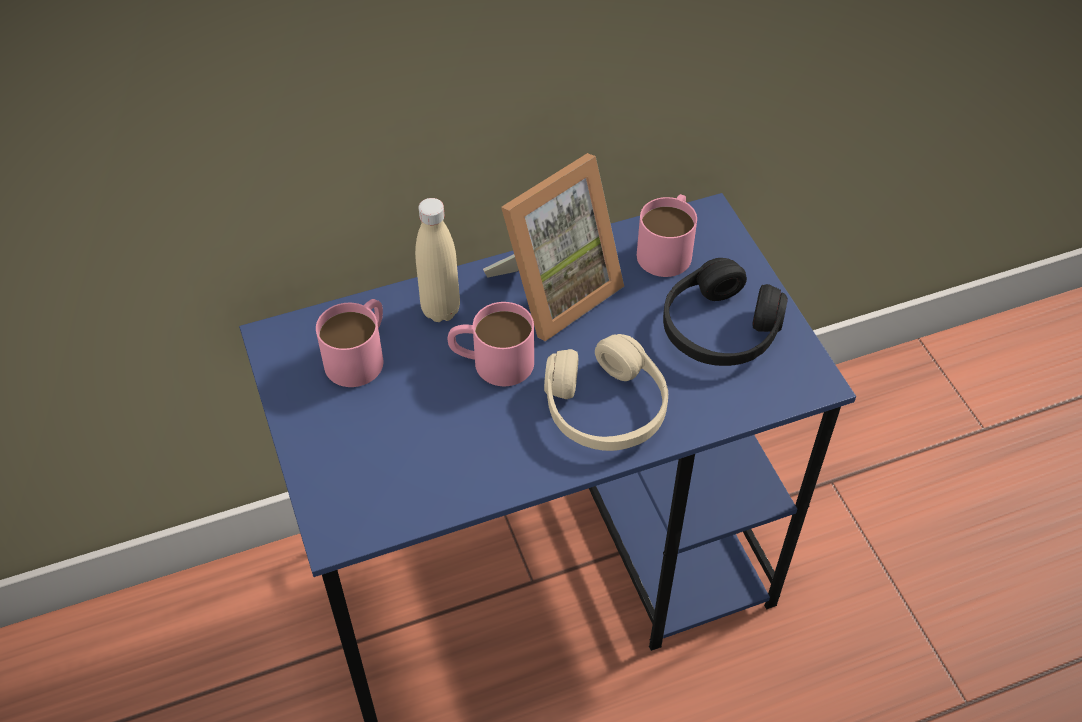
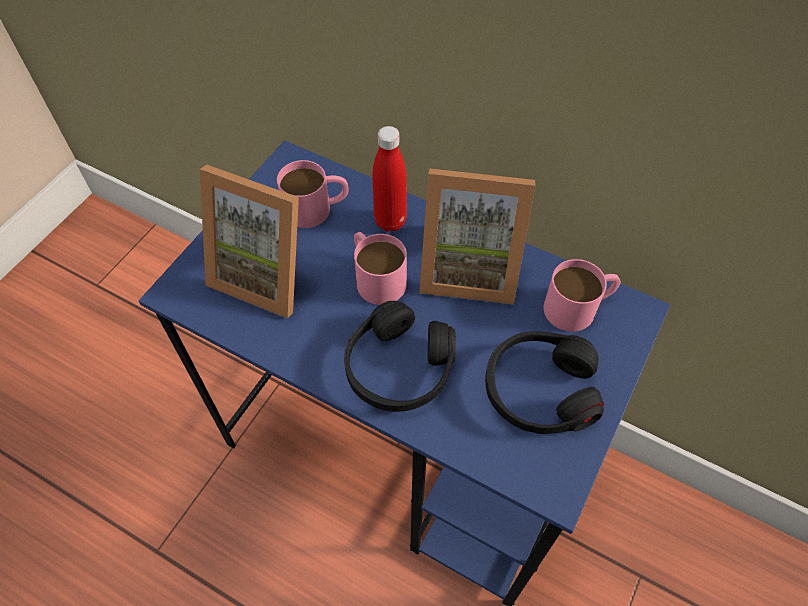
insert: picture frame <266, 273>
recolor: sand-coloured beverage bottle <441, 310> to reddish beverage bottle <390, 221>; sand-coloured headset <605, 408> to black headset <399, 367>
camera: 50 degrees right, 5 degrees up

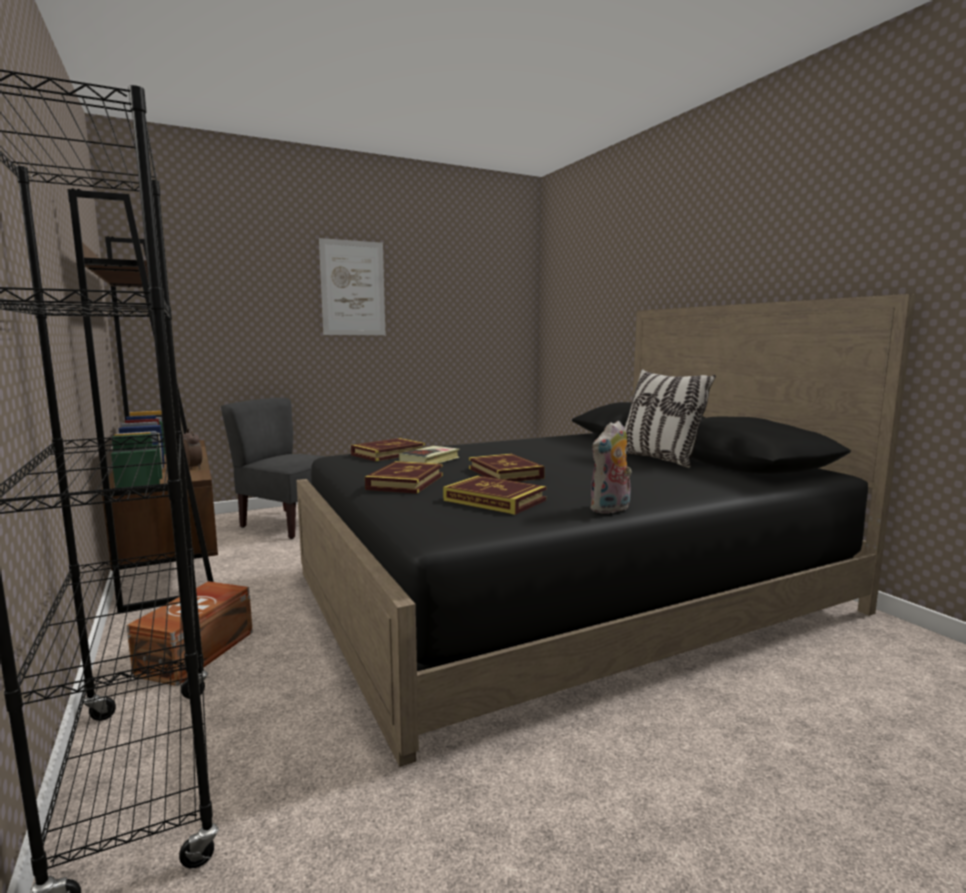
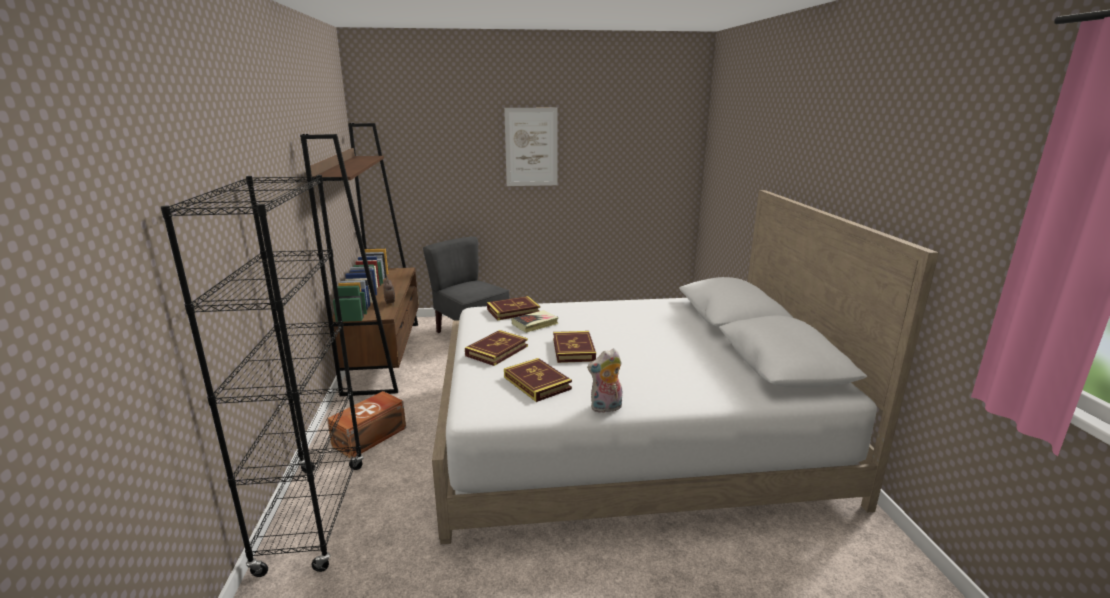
delete: pillow <658, 459>
recolor: black bedroom bed <566, 591> to white bedroom bed <629, 436>
camera: 20 degrees right, 10 degrees up

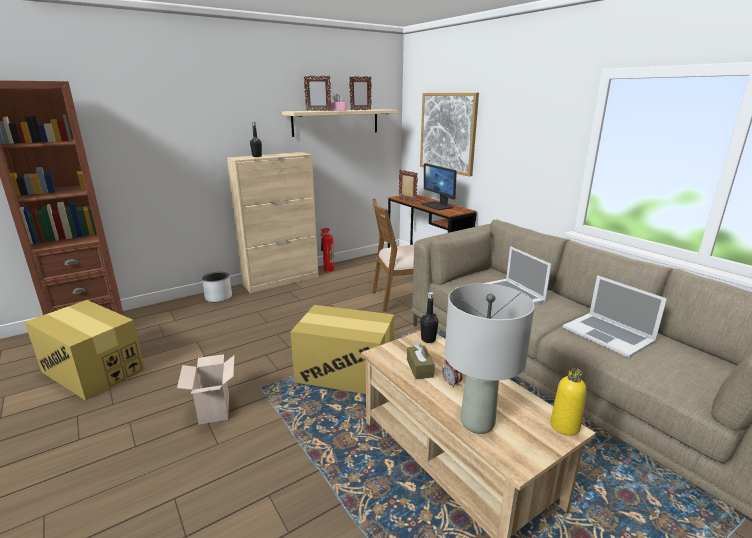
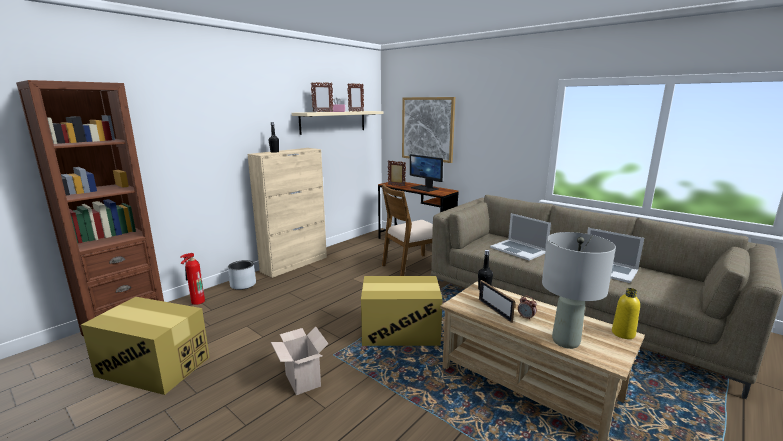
move: fire-fighting cylinder <327, 270> to <196, 302>
replace: brownish tissue holder <419, 368> to picture frame <494, 310>
camera: 15 degrees left, 5 degrees down

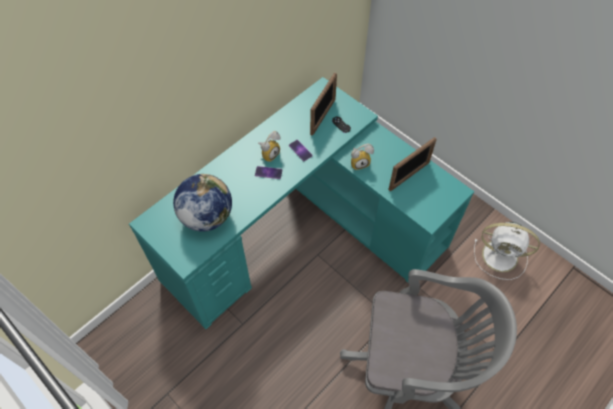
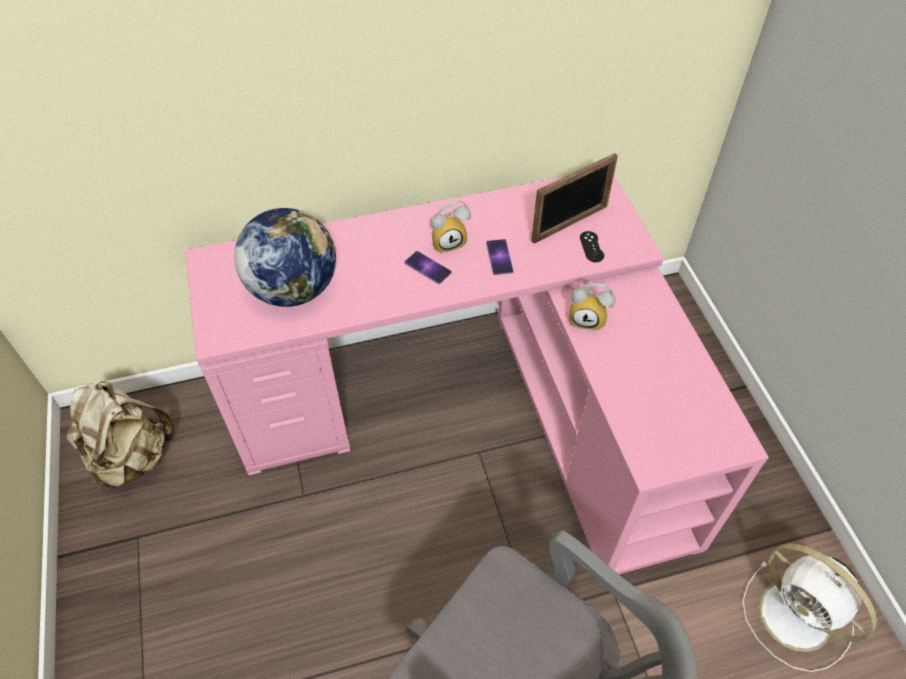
delete: picture frame <409, 176>
insert: sand-coloured rucksack <132, 457>
recolor: blue-green desk unit <304, 231> to pink desk unit <481, 407>
camera: 30 degrees right, 5 degrees down

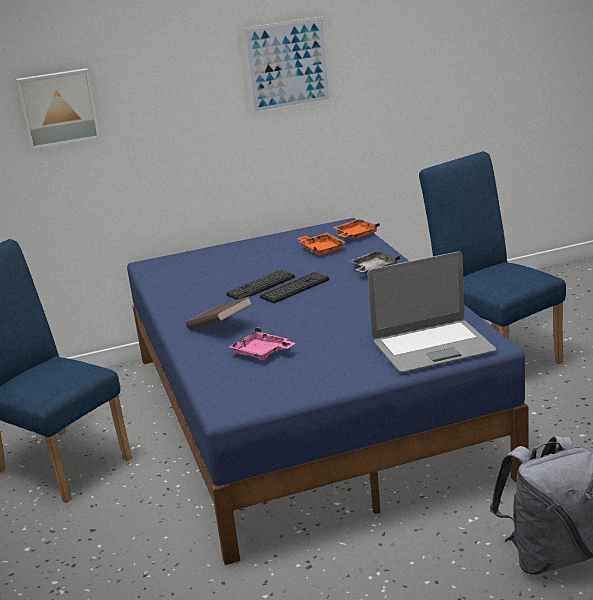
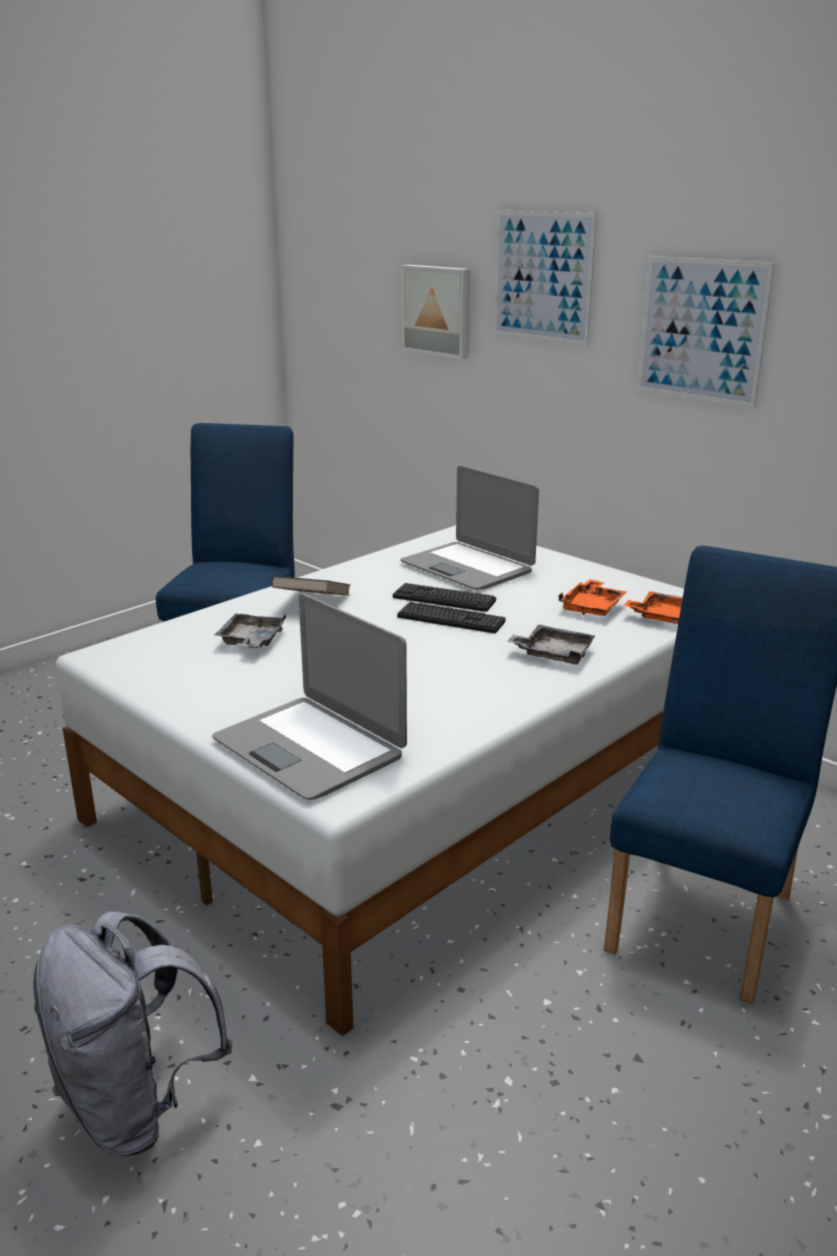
insert: laptop <467, 567>; wall art <542, 277>
recolor: bluish bedroom bed <309, 411> to white bedroom bed <419, 785>; pink tray <262, 353> to gray tray <251, 641>
camera: 60 degrees right, 0 degrees up

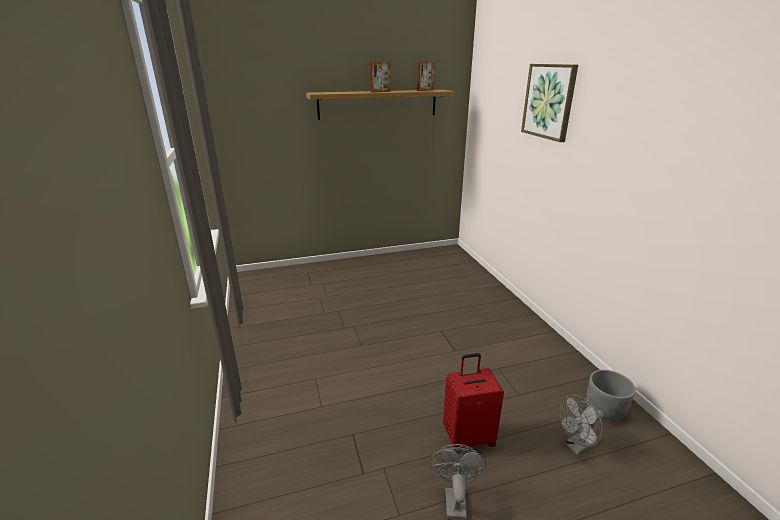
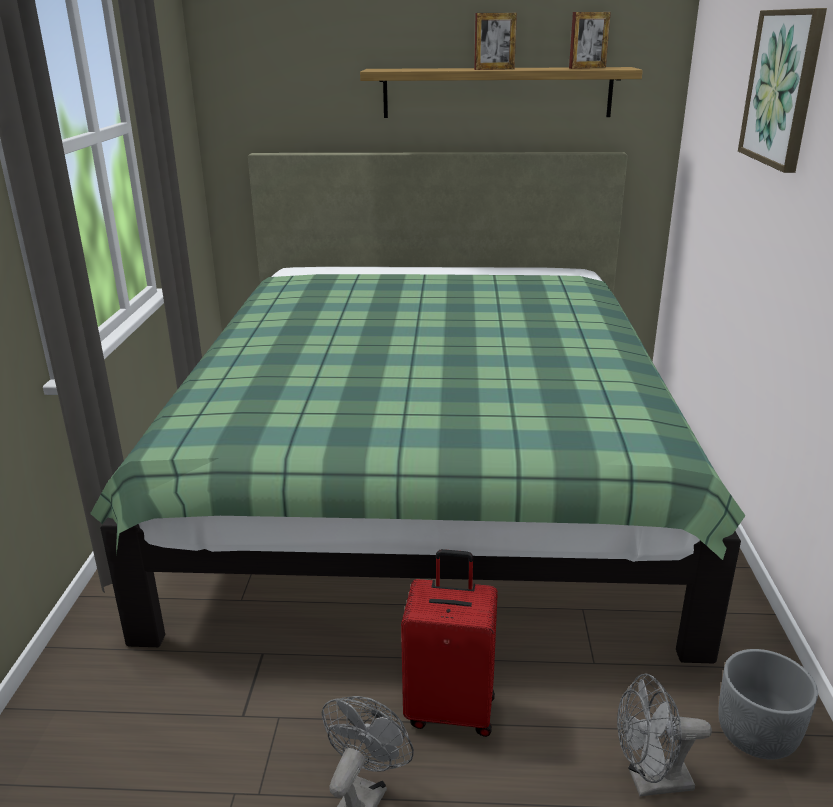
insert: green-coloured bedroom bed <426, 479>
camera: 20 degrees right, 0 degrees up

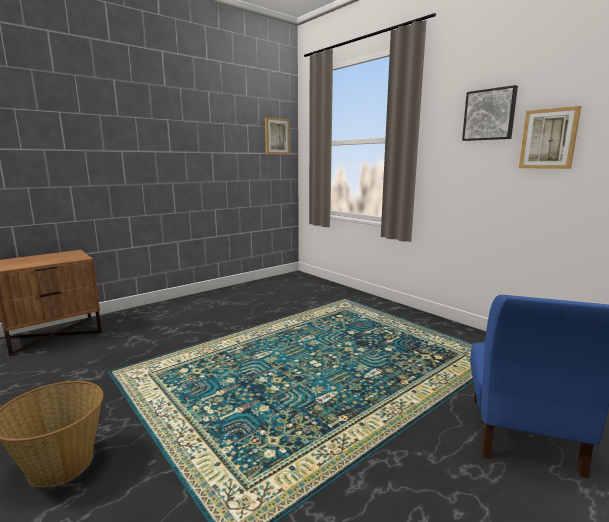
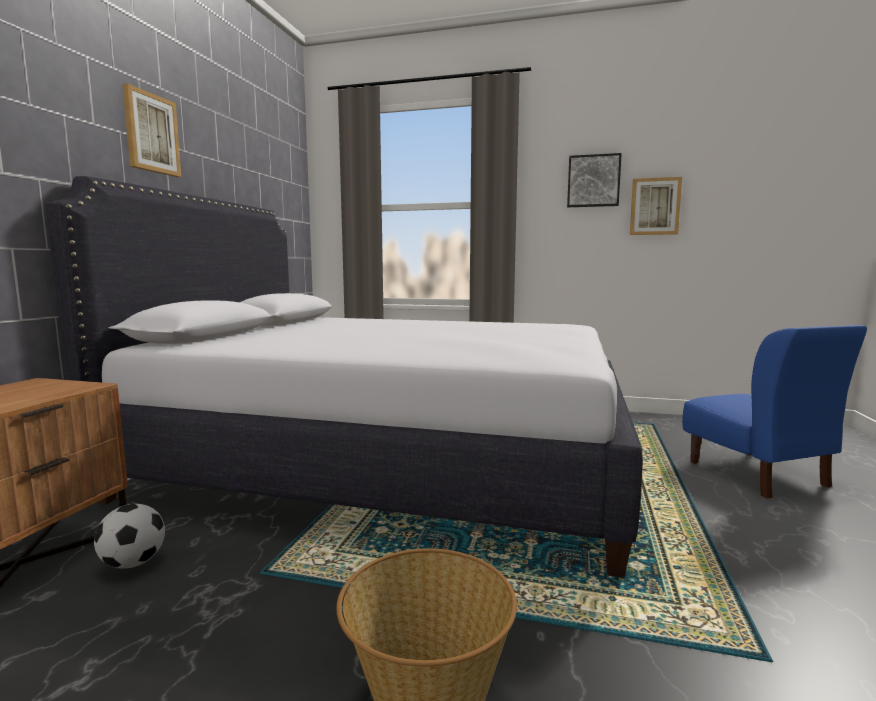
insert: white bedroom bed <389, 462>; football ball <133, 563>
move: wall art <276, 136> to <151, 133>
camera: 35 degrees left, 5 degrees down

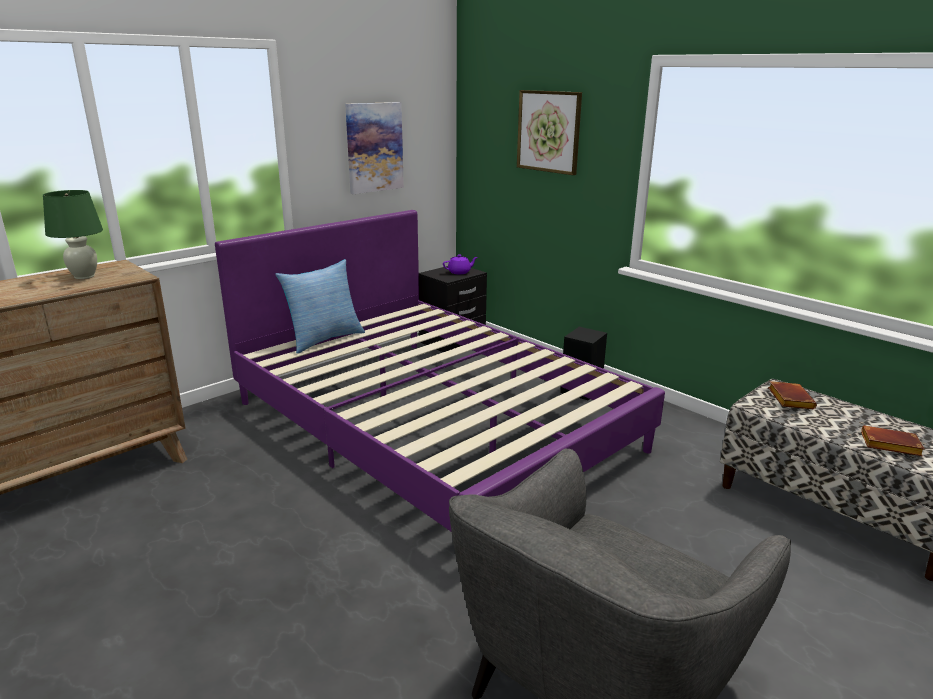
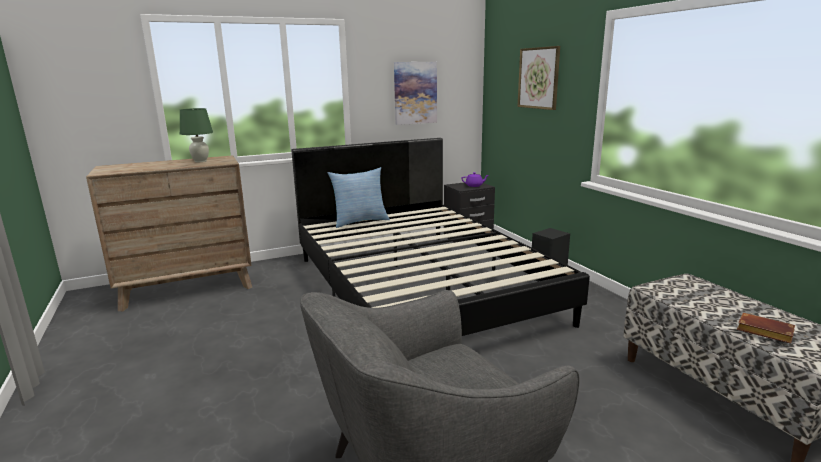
delete: brownish bound book <788, 399>
recolor: purple-coloured bedroom bed <433, 425> to black bedroom bed <420, 287>
camera: 20 degrees right, 5 degrees down

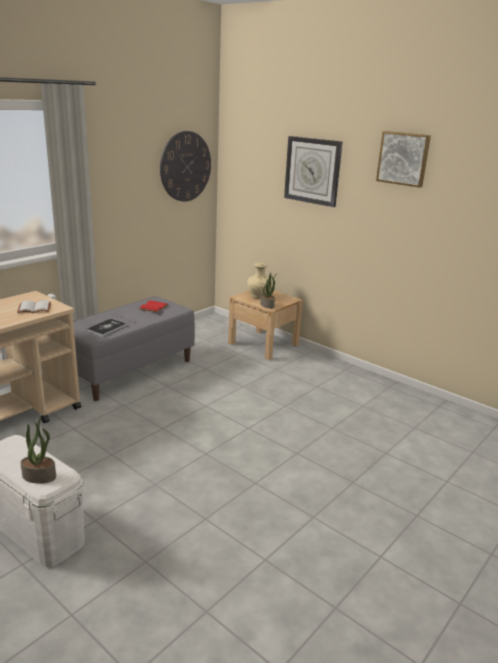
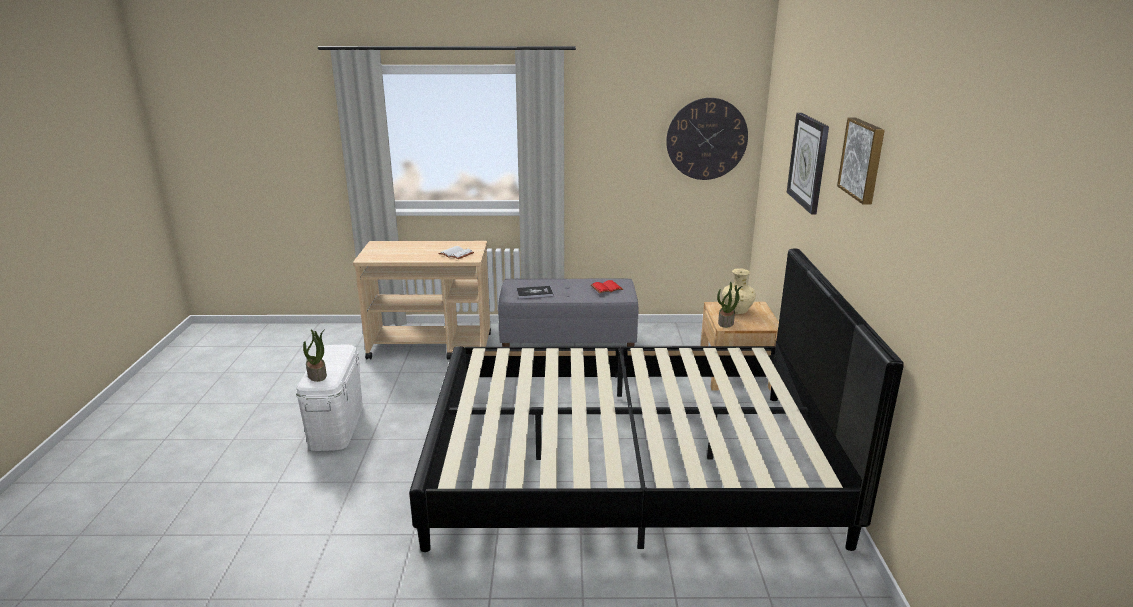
insert: black bedroom bed <628, 463>
camera: 50 degrees right, 0 degrees up

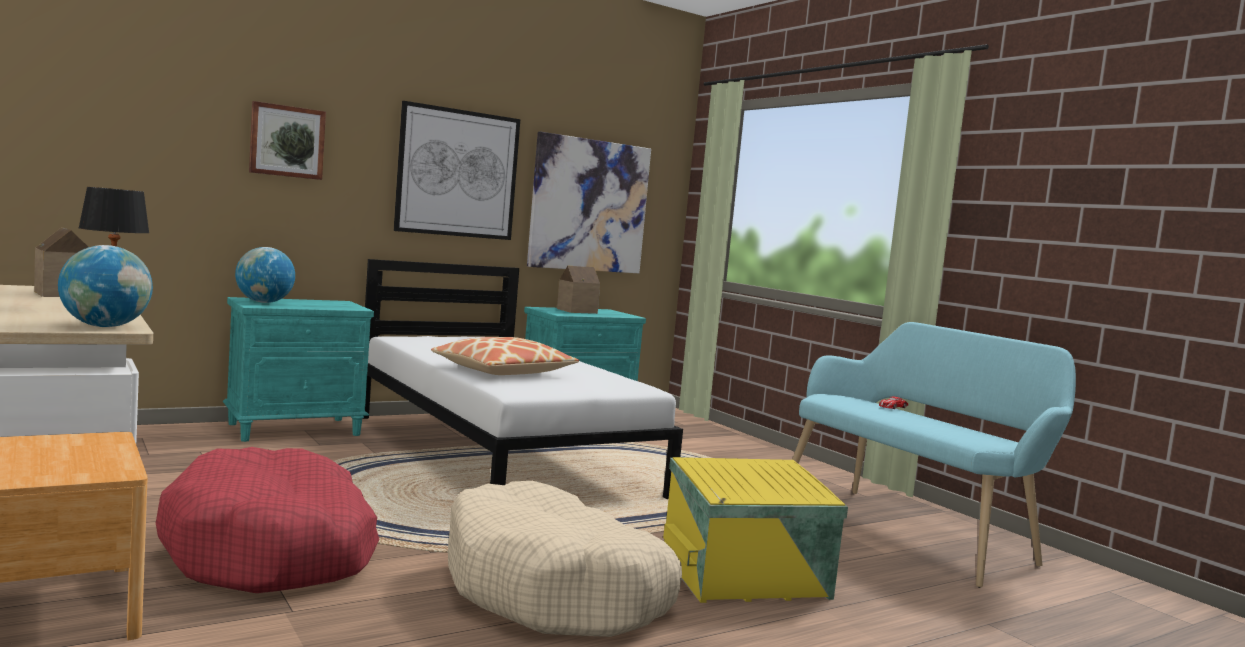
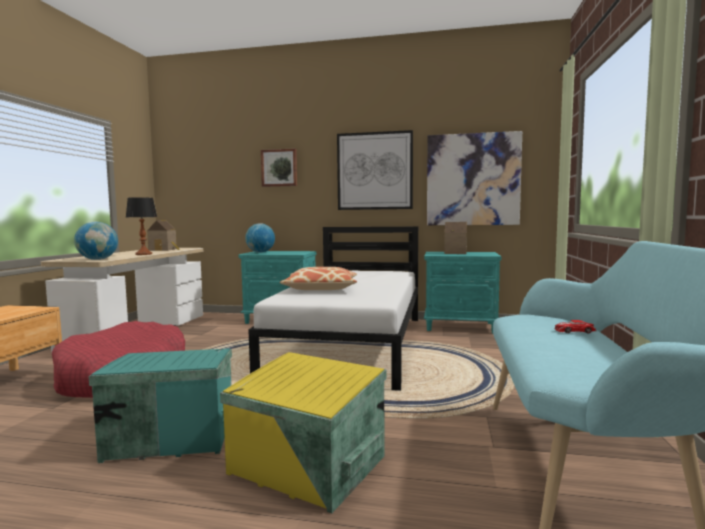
replace: sand-coloured dog cushion <555, 590> to blue-green storage bin <171, 433>
camera: 45 degrees right, 0 degrees up

